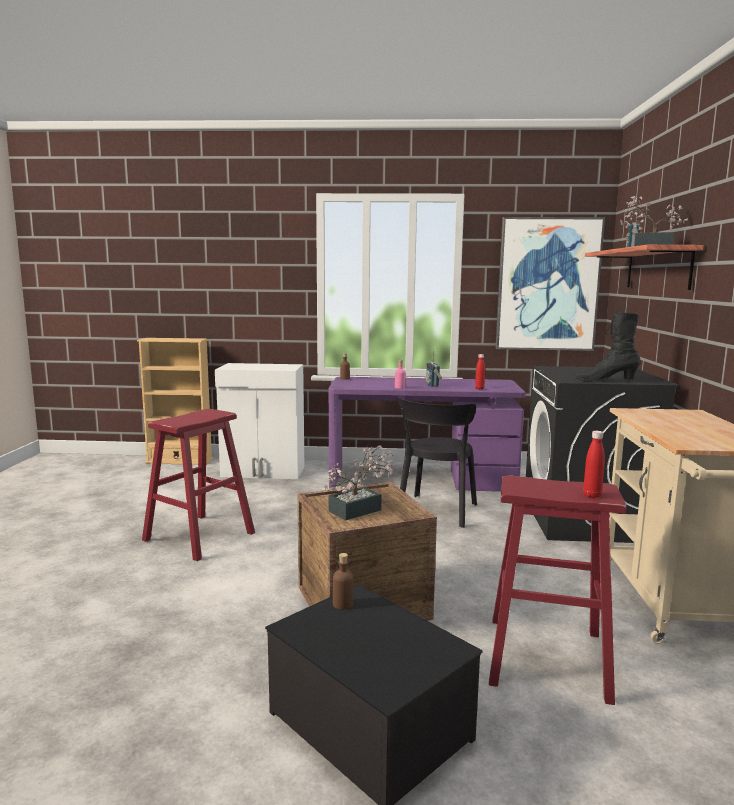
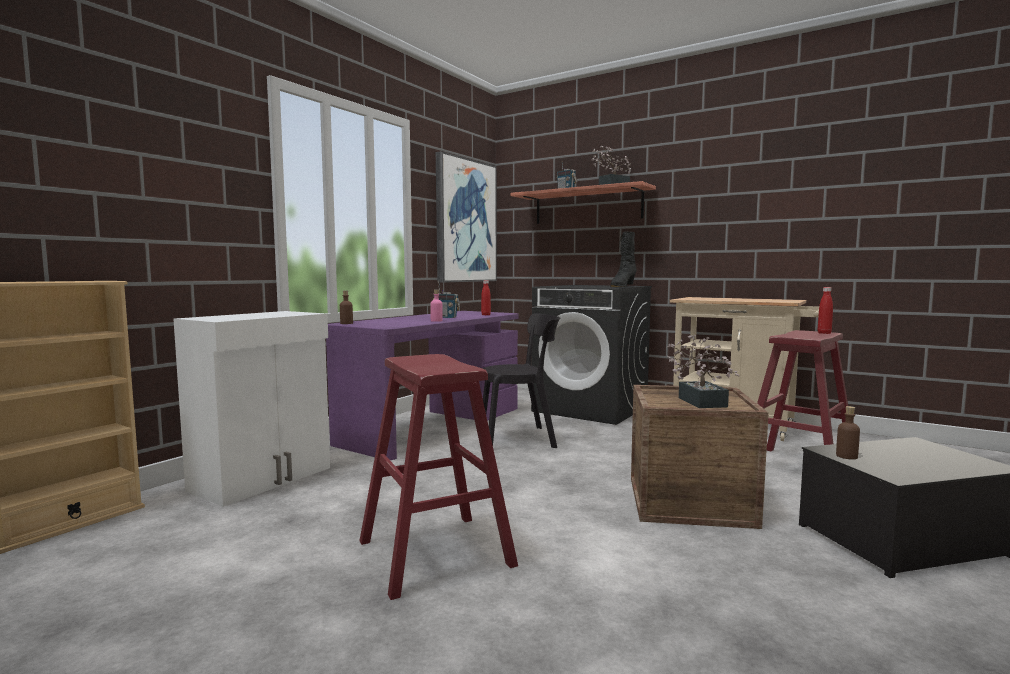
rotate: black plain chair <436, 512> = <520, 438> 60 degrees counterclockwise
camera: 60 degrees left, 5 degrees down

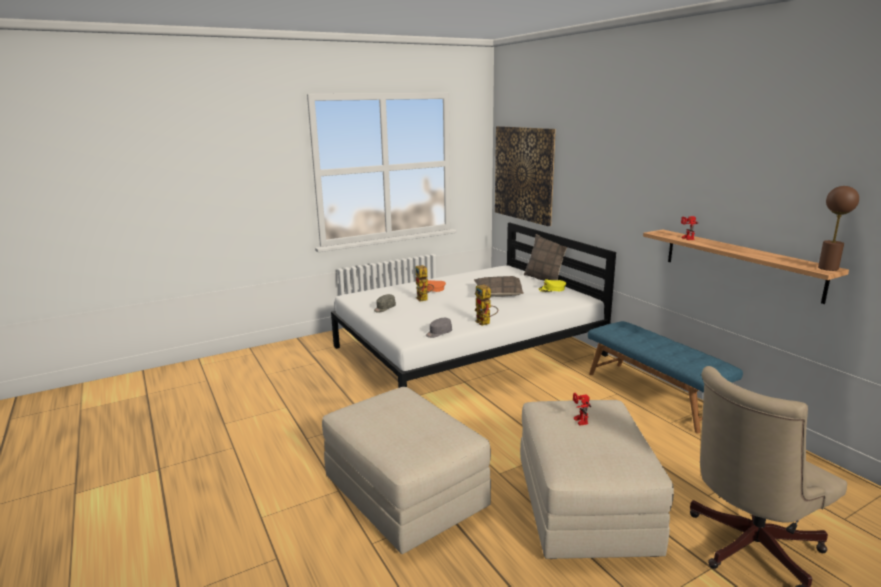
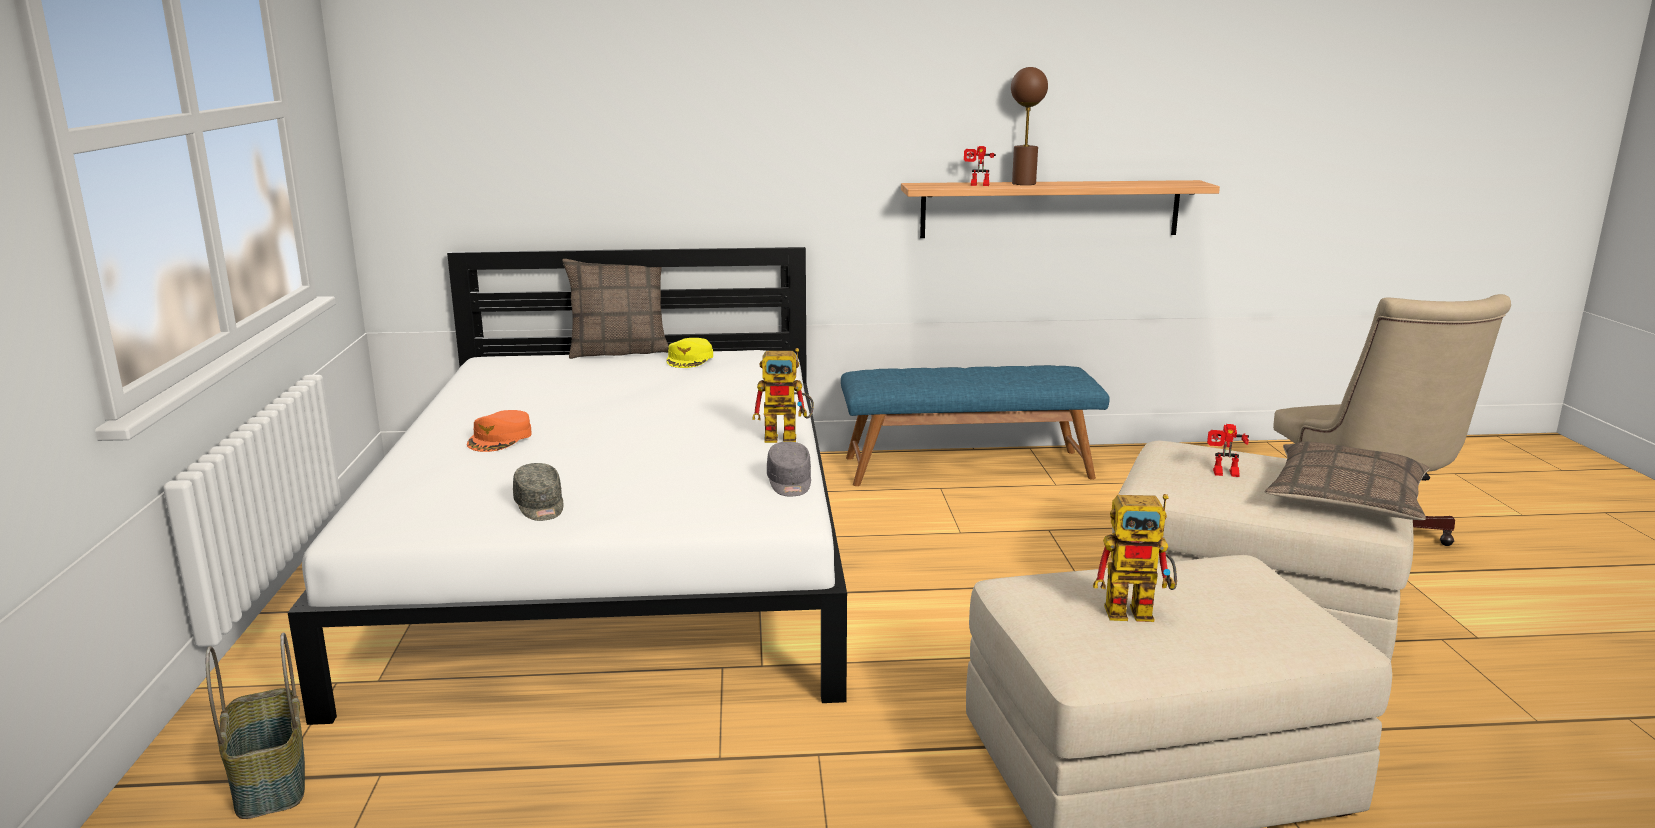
delete: wall art <524, 174>
insert: household basket <272, 781>
move: model robot <424, 300> to <1139, 611>; pillow <497, 293> to <1345, 499>; brownish tabletop lamp <828, 268> to <1024, 183>
camera: 65 degrees left, 0 degrees up

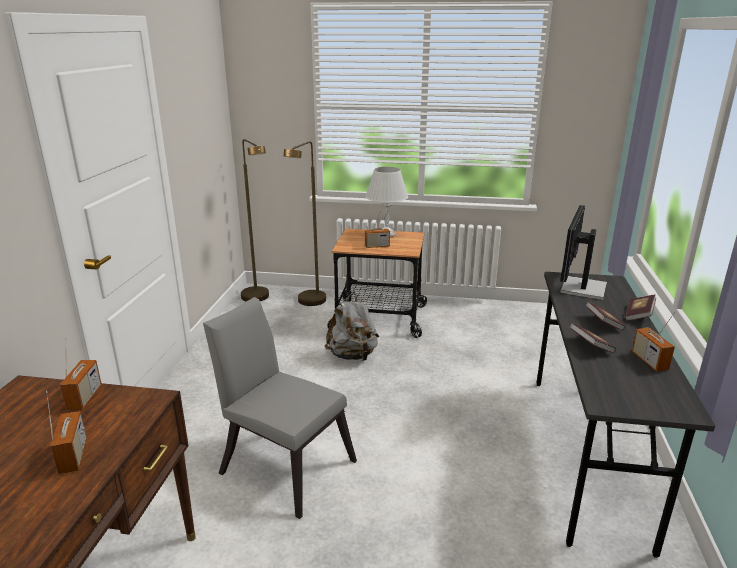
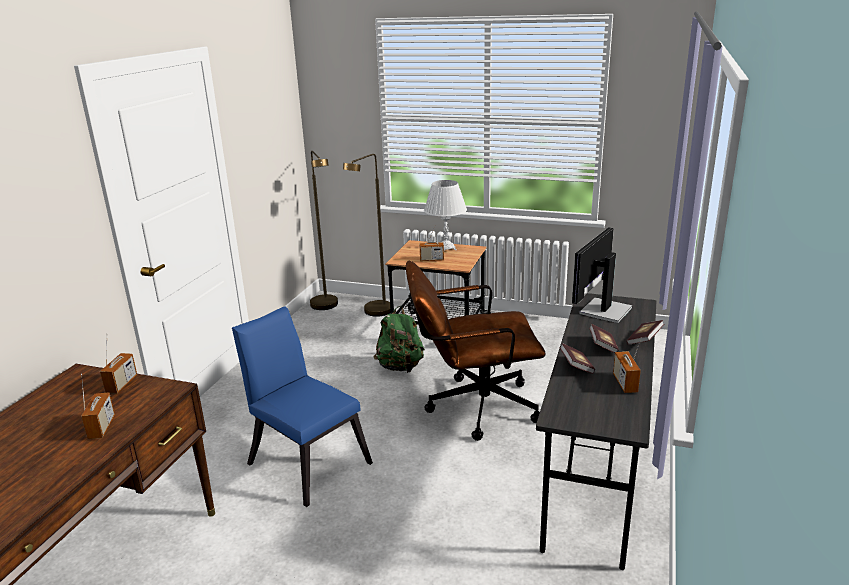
insert: brownish office chair <472, 407>
recolor: gray plain chair <283, 463> to bluish plain chair <306, 460>; gray rucksack <353, 355> to green-coloured rucksack <400, 367>
camera: 10 degrees right, 0 degrees up

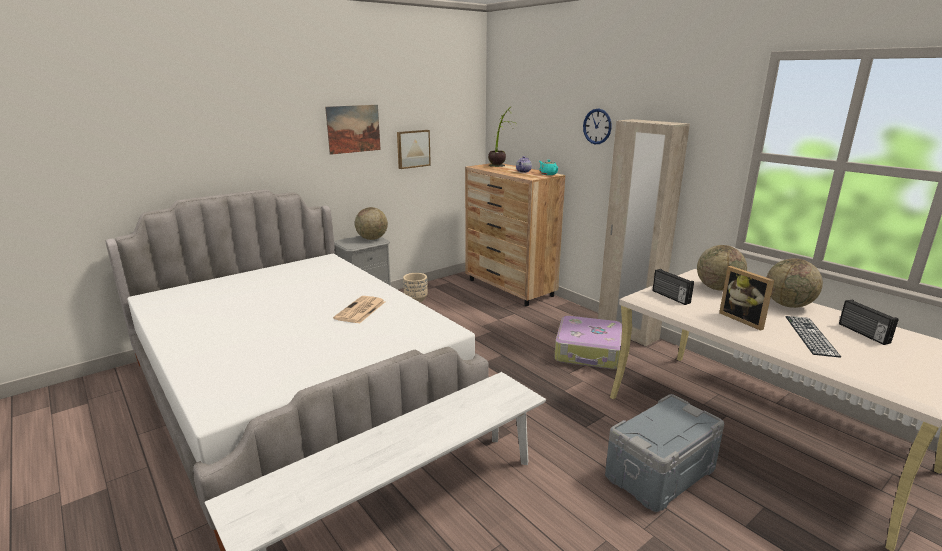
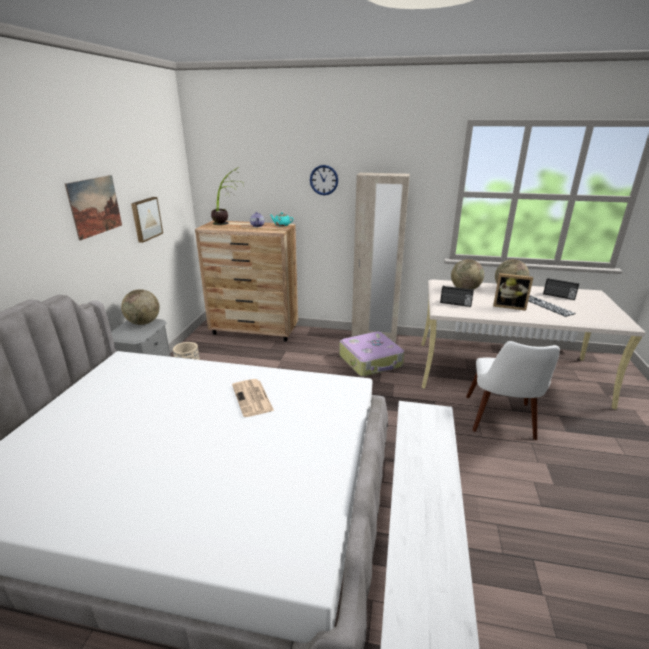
replace: gray storage bin <659, 472> to white plain chair <502, 423>
camera: 40 degrees left, 5 degrees up

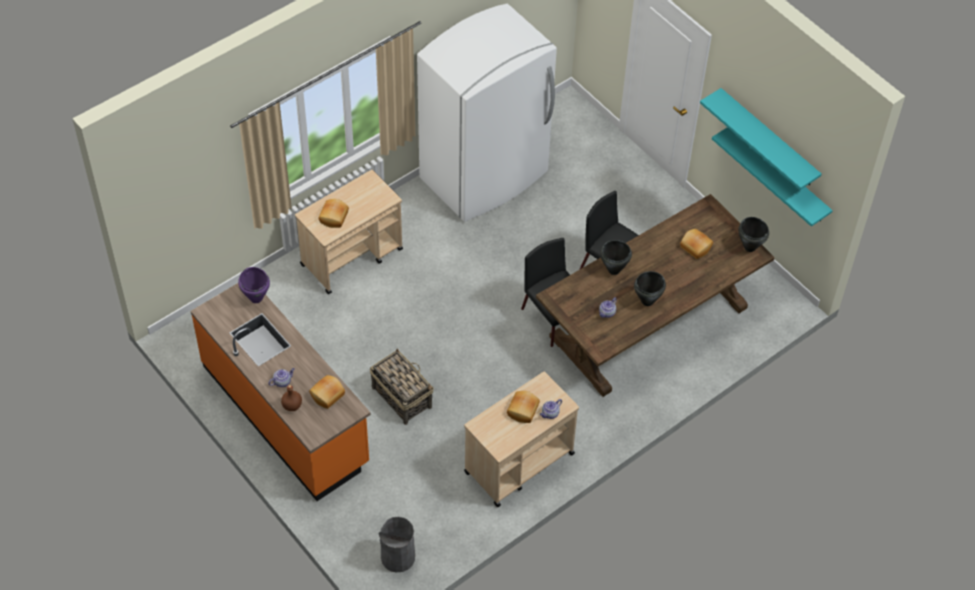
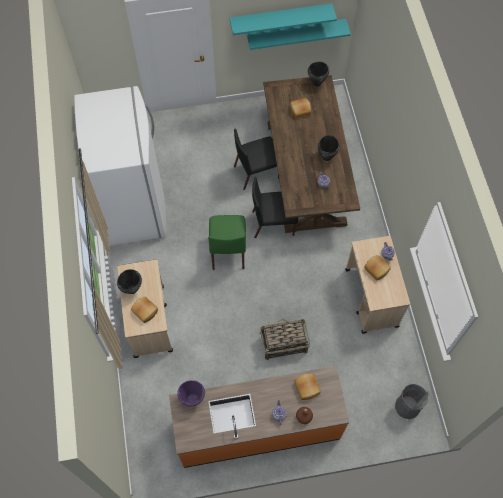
insert: green-coloured plain chair <228, 250>
move: black cooking pot <614, 270> to <132, 289>
camera: 60 degrees left, 10 degrees up

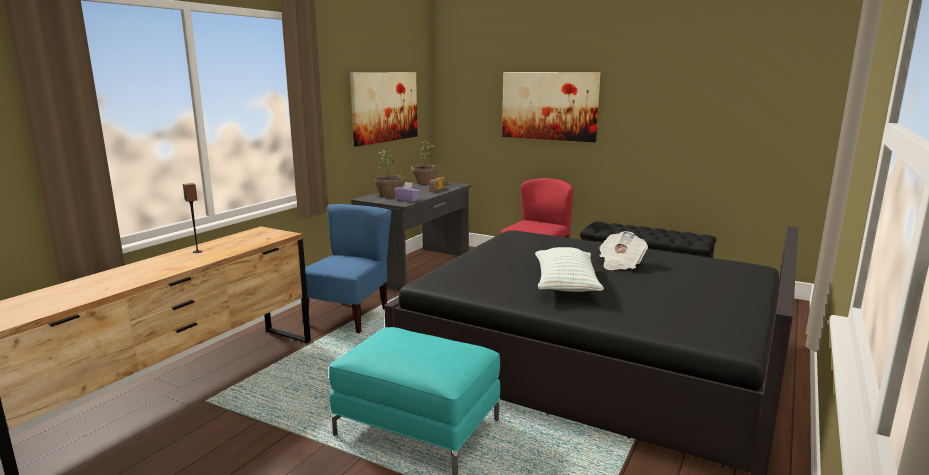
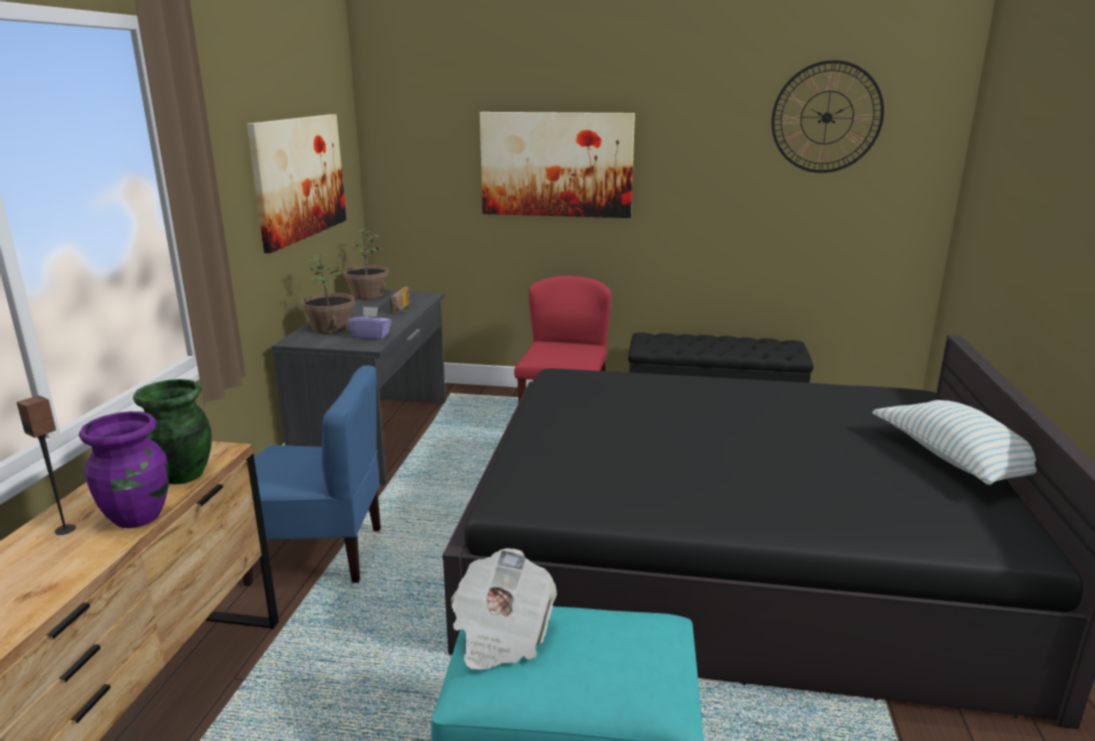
insert: purple-coloured decorative vase <139, 517>; green-coloured decorative vase <183, 475>; clock on the wall <826, 117>
move: pillow <565, 284> to <958, 460>; printed paper <620, 264> to <501, 633>
rotate: bluish plain chair <348, 316> = <318, 554> 90 degrees clockwise
camera: 20 degrees left, 5 degrees up

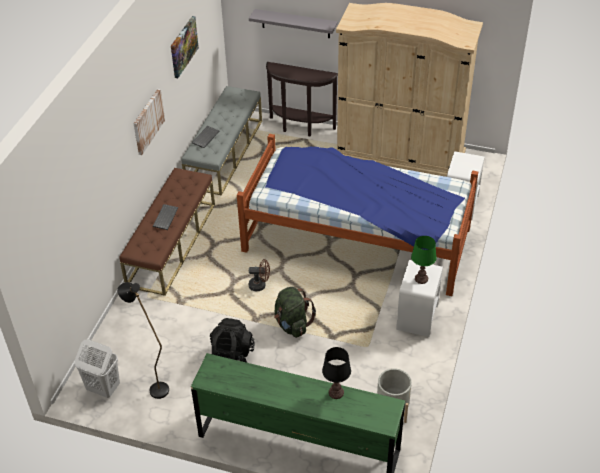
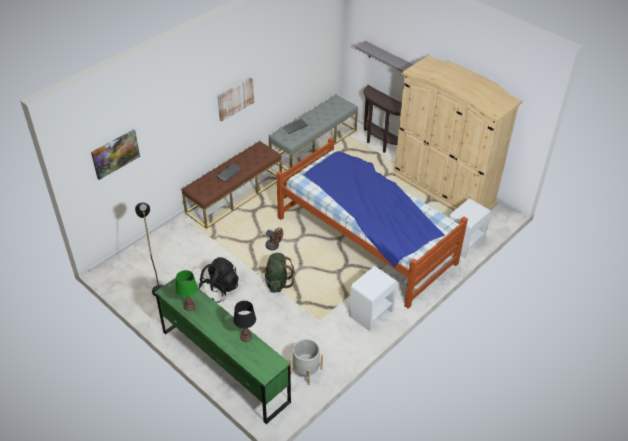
delete: white hamper <103, 388>
move: wall art <183, 46> to <115, 153>; green-coloured tabletop lamp <421, 278> to <189, 306>
camera: 25 degrees right, 0 degrees up

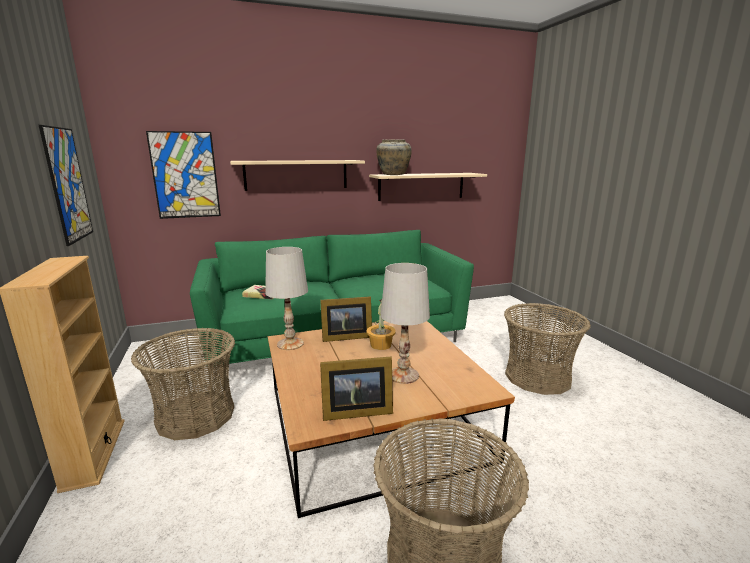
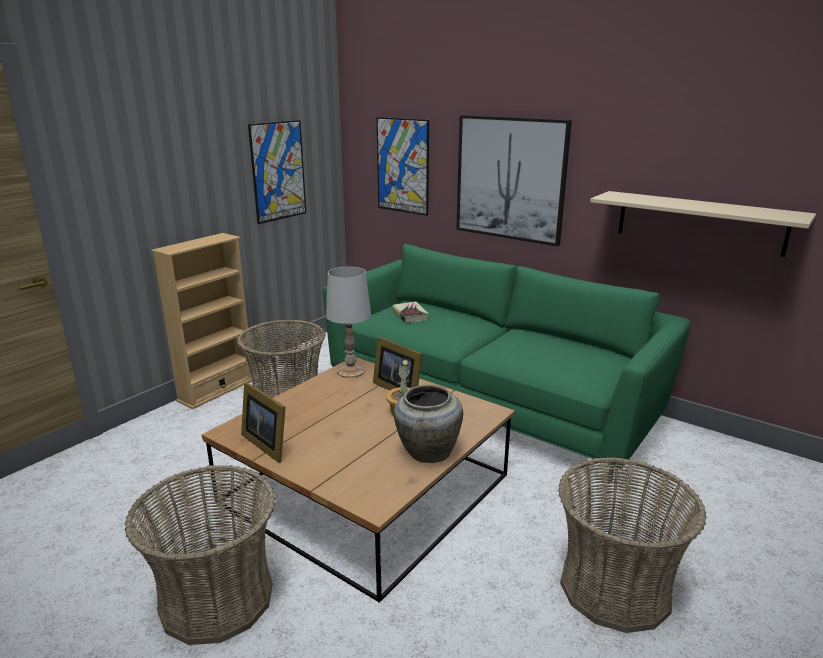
delete: white tabletop lamp <404, 375>
move: sand-coloured decorative vase <393, 174> to <427, 452>
replace: sand-coloured wall shelf <296, 174> to wall art <510, 179>
camera: 55 degrees right, 5 degrees up

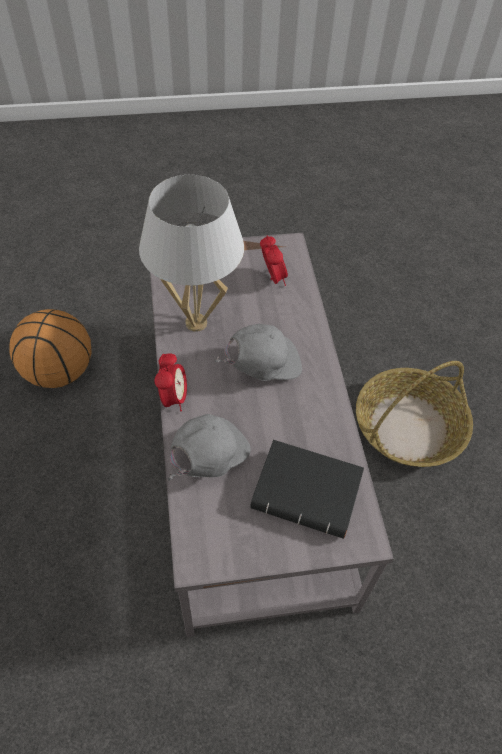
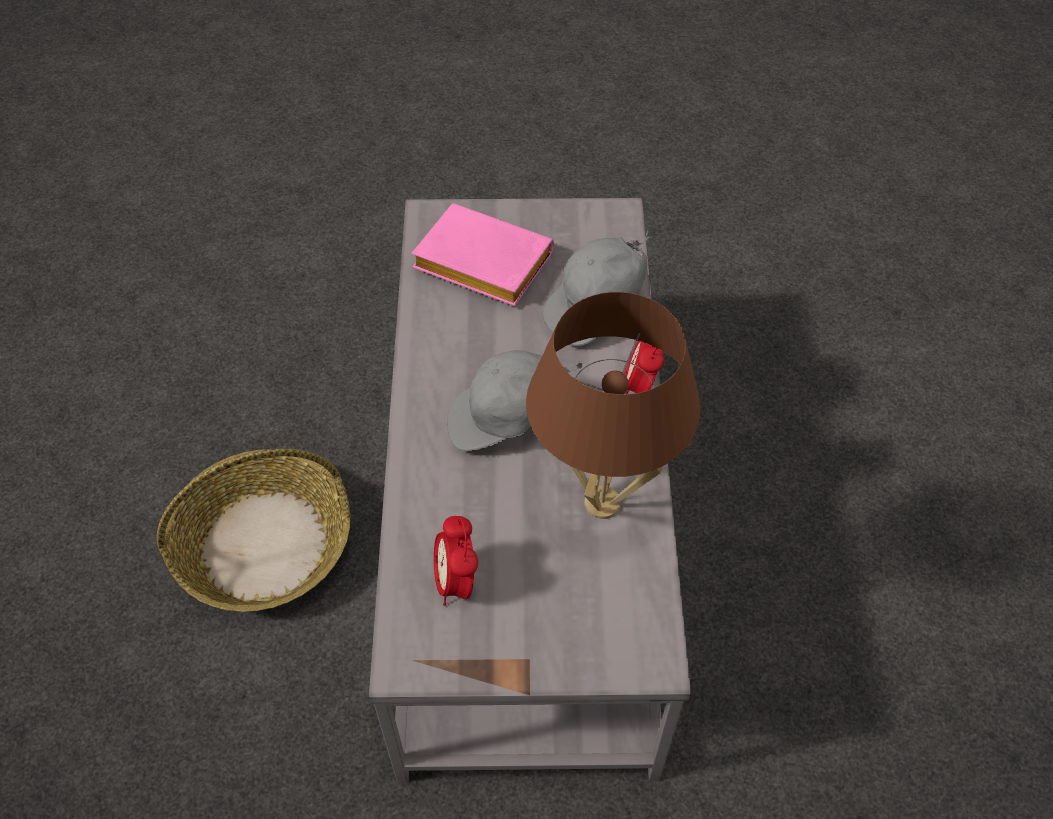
delete: basketball ball <60, 371>
recolor: white tabletop lamp <196, 322> to brownish tabletop lamp <602, 504>; black bound book <310, 491> to pink bound book <478, 264>
camera: 170 degrees left, 0 degrees up

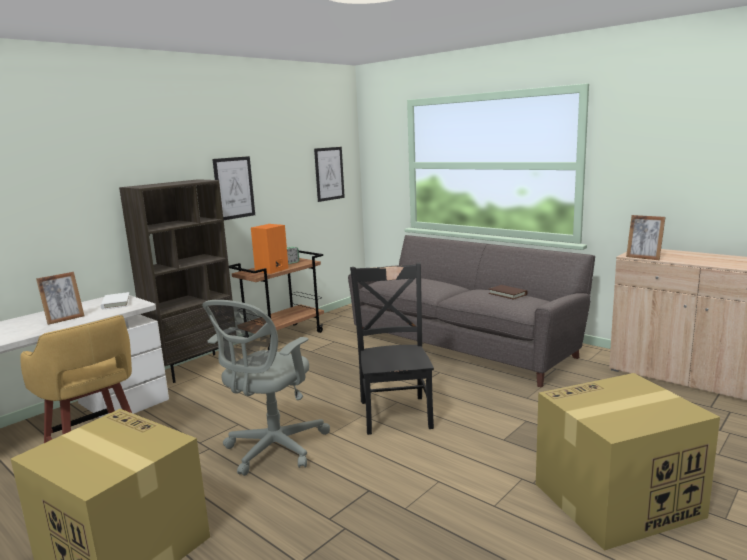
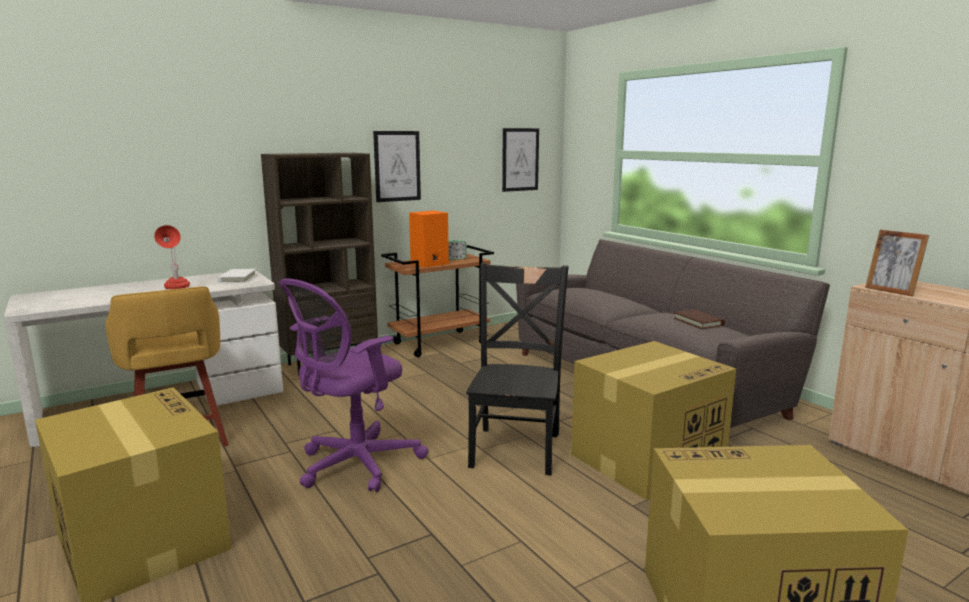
insert: cardboard box <648, 458>
replace: picture frame <65, 319> to reddish tabletop lamp <176, 288>
recolor: gray office chair <272, 450> to purple-coloured office chair <354, 465>
camera: 15 degrees right, 0 degrees up

